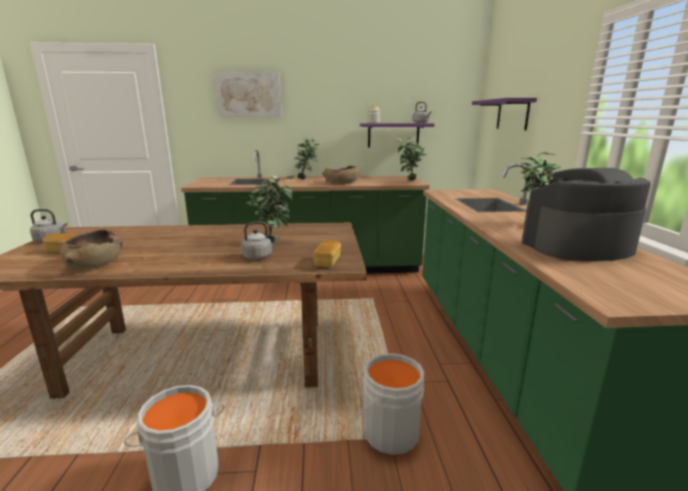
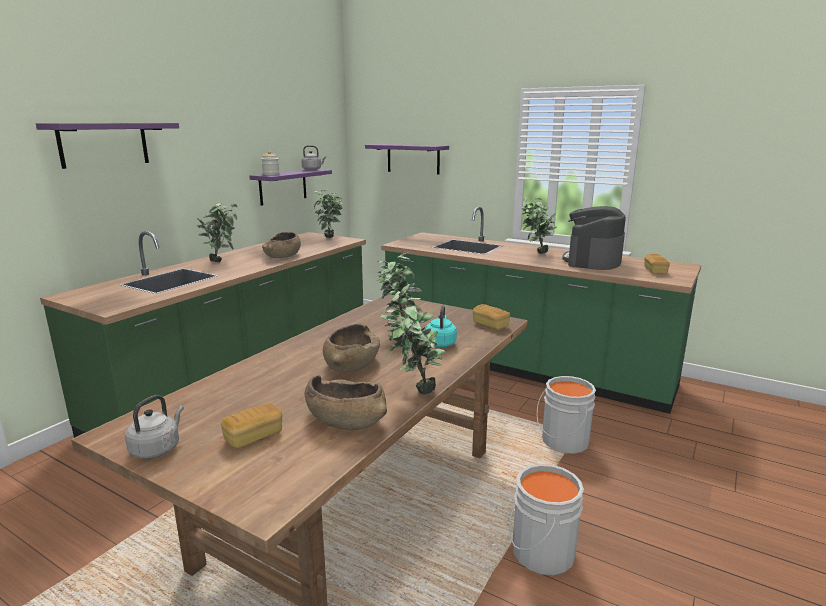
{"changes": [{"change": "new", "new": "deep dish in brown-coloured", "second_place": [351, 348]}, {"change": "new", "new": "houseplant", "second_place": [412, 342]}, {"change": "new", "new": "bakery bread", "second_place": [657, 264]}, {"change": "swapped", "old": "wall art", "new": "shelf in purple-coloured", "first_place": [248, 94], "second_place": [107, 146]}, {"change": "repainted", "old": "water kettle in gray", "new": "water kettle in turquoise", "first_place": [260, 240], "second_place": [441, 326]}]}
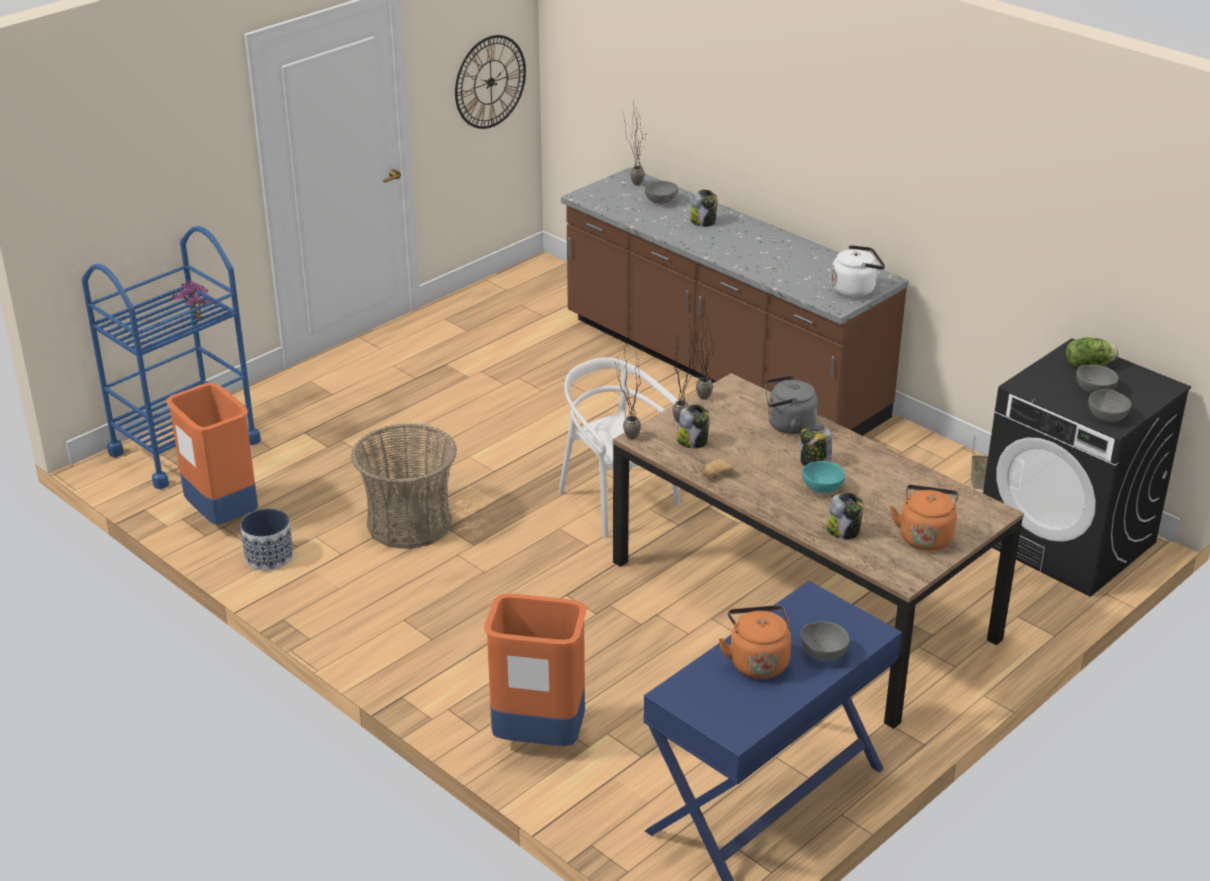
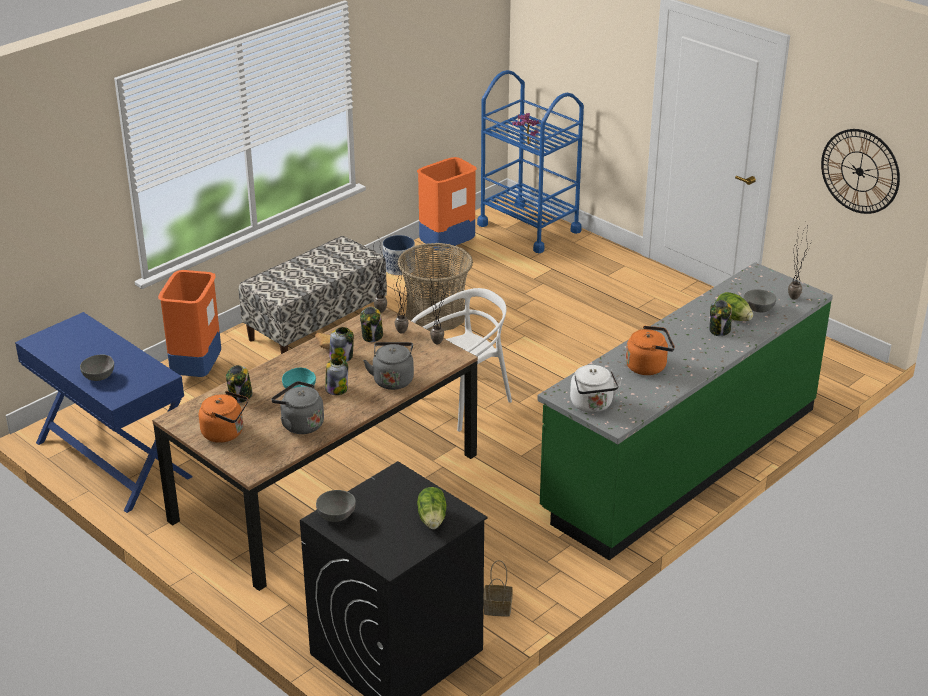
{"changes": [{"change": "gone", "old": "deep dish in gray", "first_place": [1097, 379]}, {"change": "new", "new": "bench", "second_place": [313, 295]}, {"change": "new", "new": "water kettle in gray", "second_place": [297, 407]}, {"change": "new", "new": "jar", "second_place": [341, 344]}, {"change": "new", "new": "head of lettuce", "second_place": [735, 306]}, {"change": "shifted", "old": "water kettle in orange-coloured", "first_place": [755, 642], "second_place": [650, 350]}, {"change": "repainted", "old": "kitchen counter in brown-coloured", "new": "kitchen counter in greenish", "first_place": [734, 301], "second_place": [685, 411]}]}
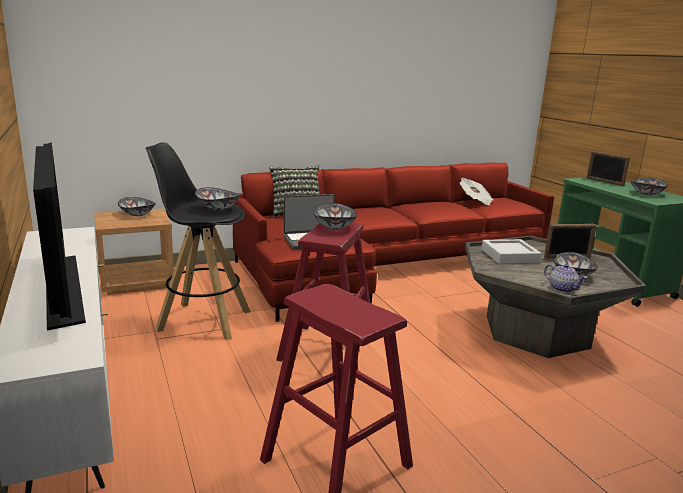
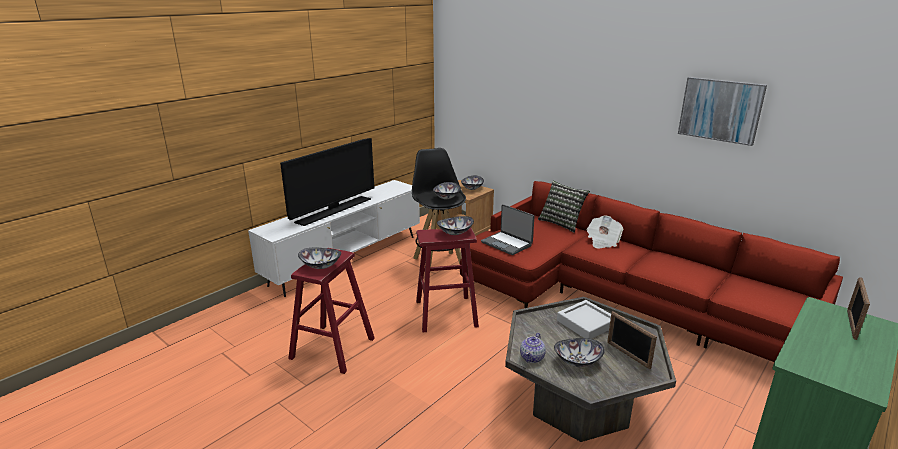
{"changes": [{"change": "new", "new": "wall art", "second_place": [722, 111]}, {"change": "shifted", "old": "newspaper", "first_place": [477, 192], "second_place": [605, 231]}, {"change": "shifted", "old": "deep dish", "first_place": [649, 186], "second_place": [319, 258]}]}
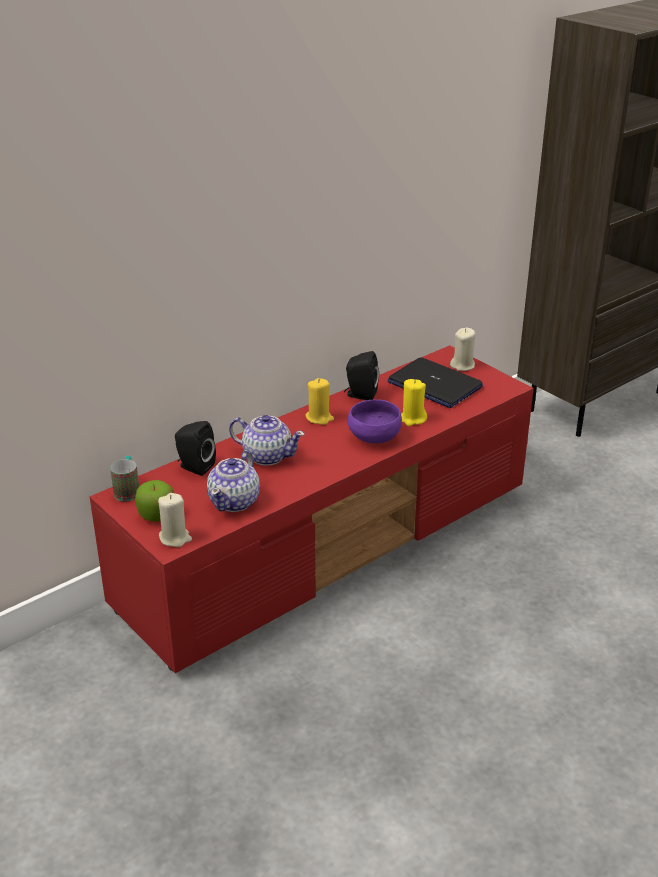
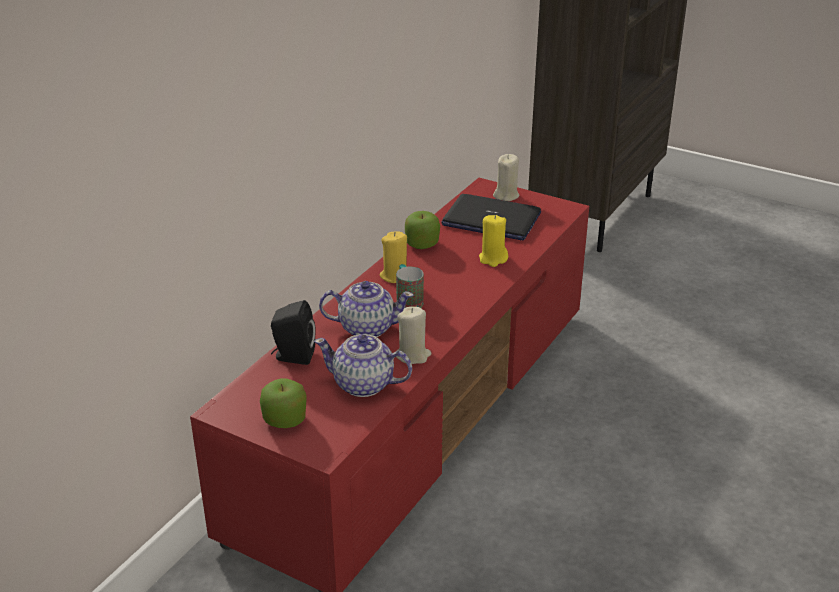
{"changes": [{"change": "gone", "old": "deep dish in purple-coloured", "first_place": [375, 421]}, {"change": "shifted", "old": "tea mug", "first_place": [124, 478], "second_place": [410, 286]}, {"change": "shifted", "old": "wax light in sand-coloured", "first_place": [175, 520], "second_place": [413, 335]}, {"change": "swapped", "old": "audio speaker in blackish", "new": "apple fruit", "first_place": [361, 375], "second_place": [422, 230]}, {"change": "rotated", "old": "teapot", "first_place": [233, 481], "second_place": [363, 365], "degrees": 105}]}
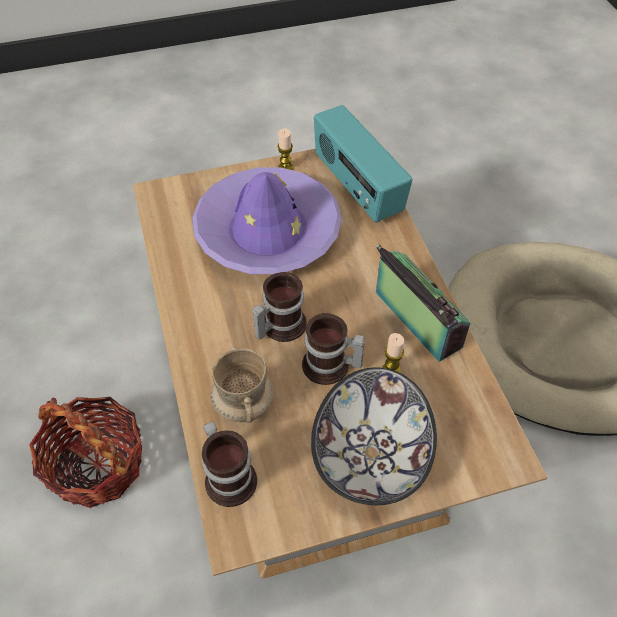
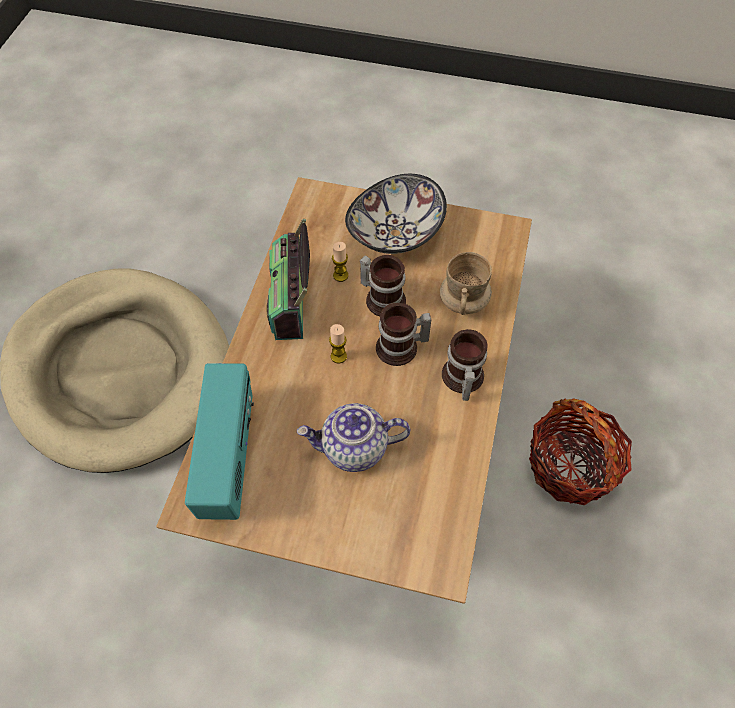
{"changes": [{"change": "shifted", "old": "tea mug", "first_place": [229, 464], "second_place": [465, 365]}, {"change": "shifted", "old": "wax light", "first_place": [285, 149], "second_place": [338, 343]}, {"change": "swapped", "old": "wearable hat in purple-coloured", "new": "teapot", "first_place": [267, 220], "second_place": [353, 437]}]}
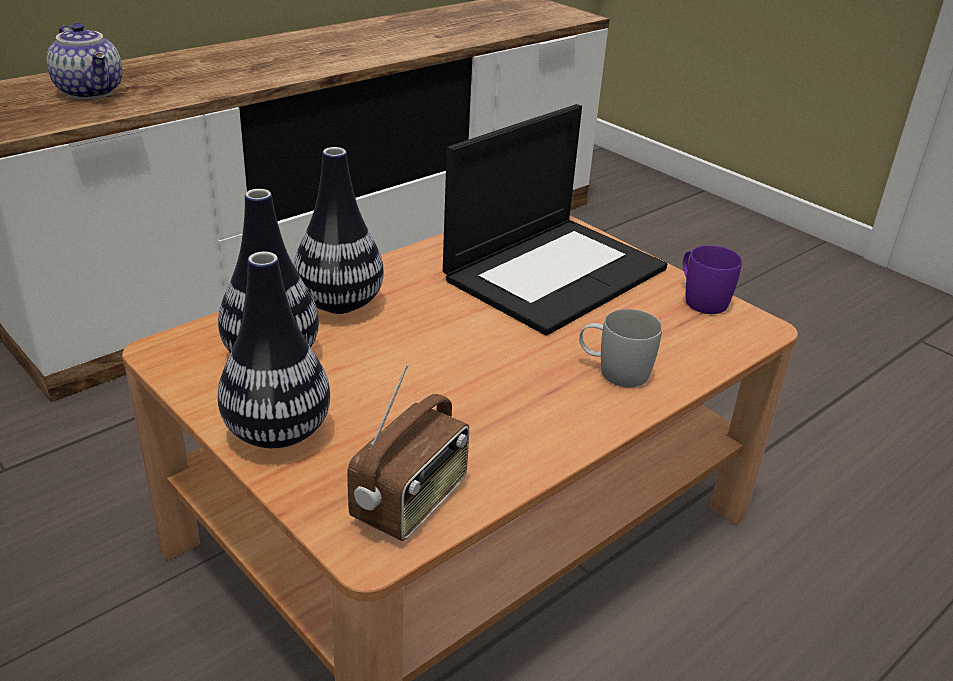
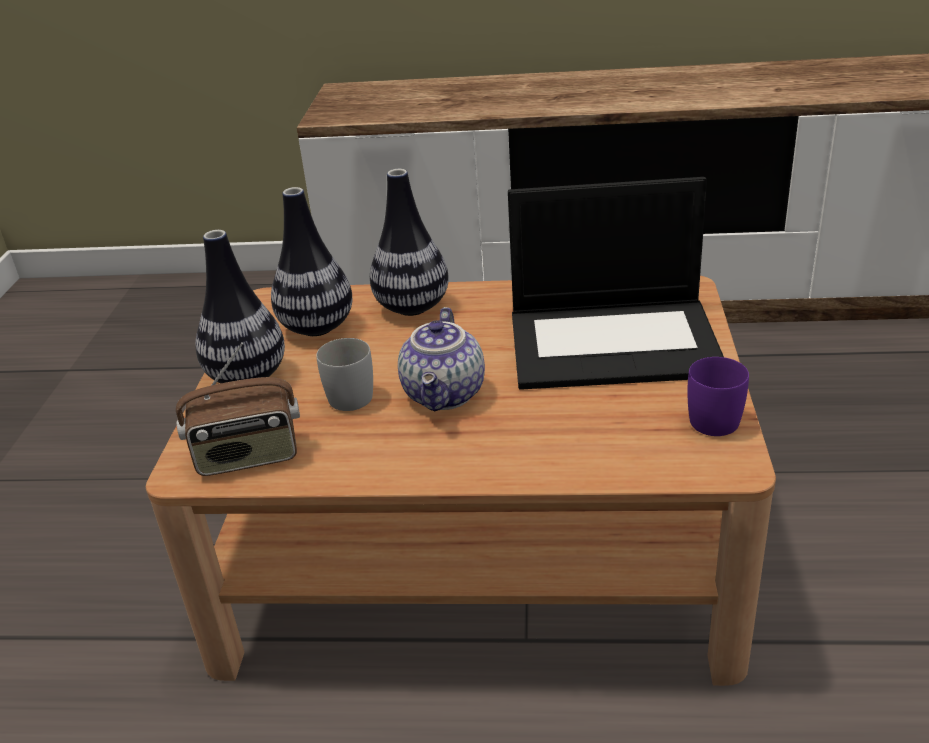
{"changes": [{"change": "shifted", "old": "teapot", "first_place": [84, 61], "second_place": [441, 359]}, {"change": "shifted", "old": "tea mug in white-coloured", "first_place": [620, 348], "second_place": [344, 374]}]}
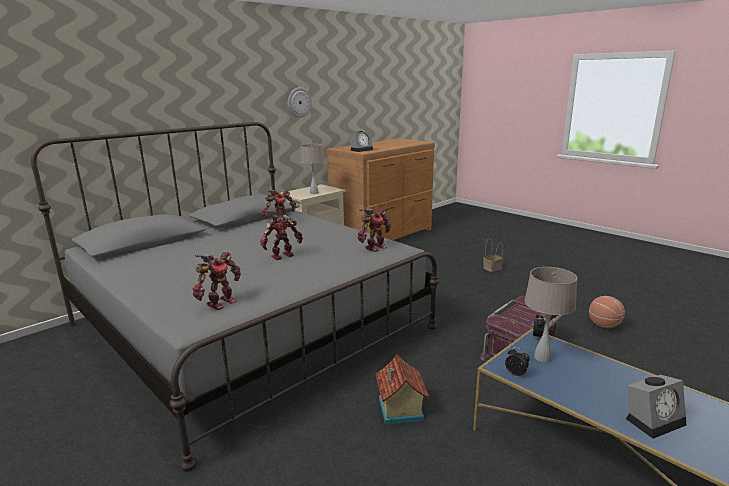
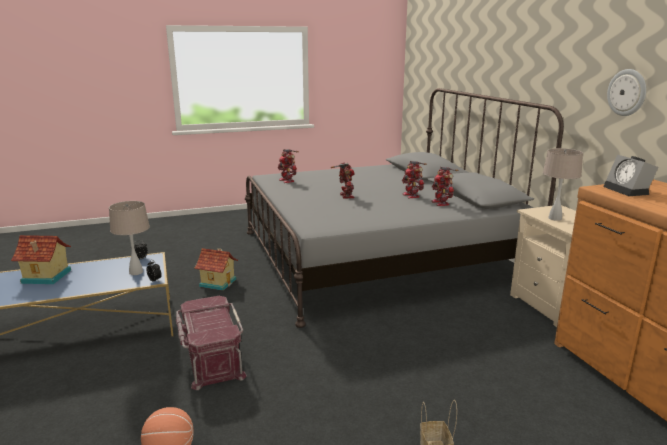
{"changes": [{"change": "shifted", "old": "model robot", "first_place": [374, 230], "second_place": [414, 179]}, {"change": "swapped", "old": "bedside clock", "new": "miniature house", "first_place": [656, 407], "second_place": [41, 259]}]}
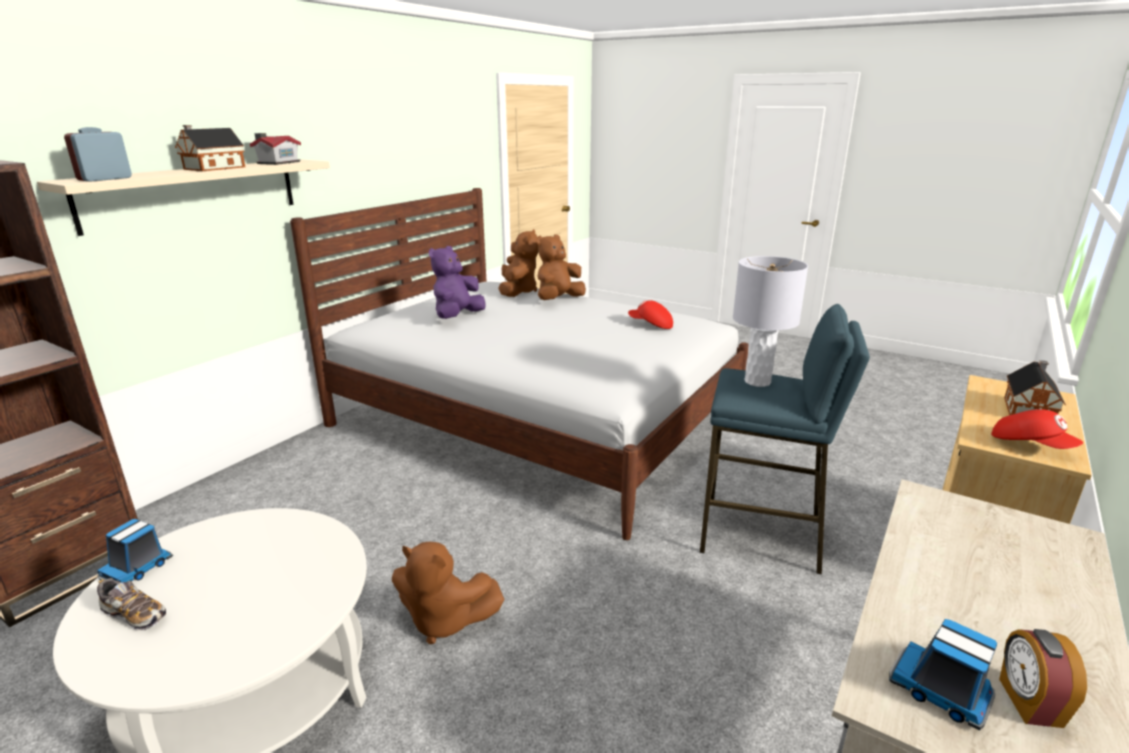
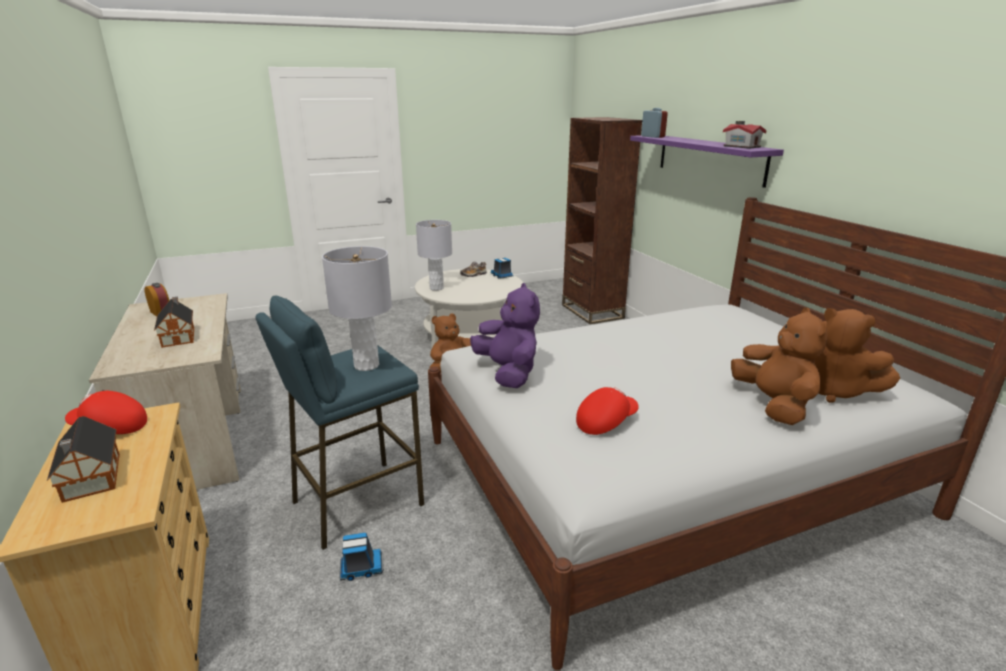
{"changes": [{"change": "new", "new": "tabletop lamp in gray", "second_place": [434, 255]}, {"change": "shifted", "old": "miniature house", "first_place": [210, 148], "second_place": [174, 322]}, {"change": "shifted", "old": "cuddly toy in purple-coloured", "first_place": [457, 282], "second_place": [505, 335]}, {"change": "shifted", "old": "toy lorry", "first_place": [943, 674], "second_place": [361, 557]}, {"change": "repainted", "old": "shelf in sand-coloured", "new": "shelf in purple-coloured", "first_place": [183, 197], "second_place": [707, 161]}]}
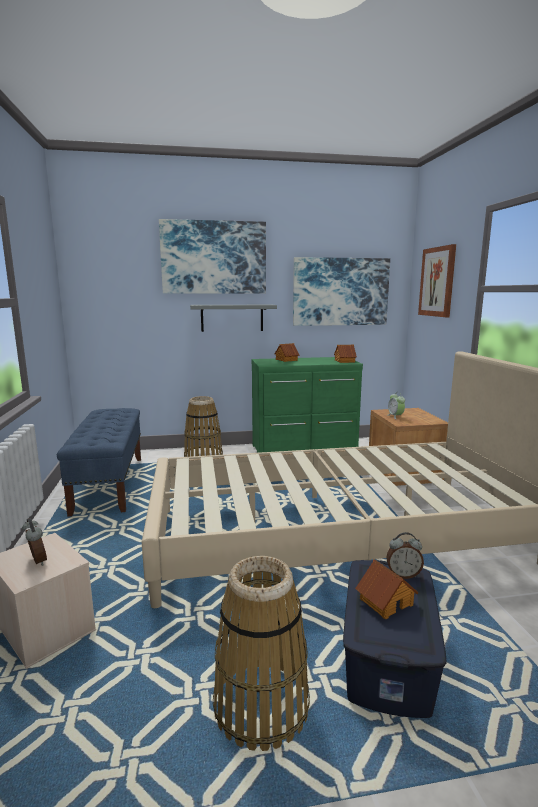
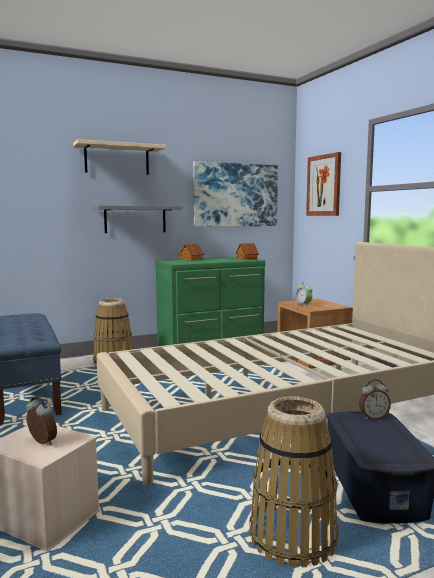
{"changes": [{"change": "gone", "old": "miniature house", "first_place": [387, 589]}, {"change": "swapped", "old": "wall art", "new": "shelf in sand-coloured", "first_place": [212, 256], "second_place": [119, 157]}]}
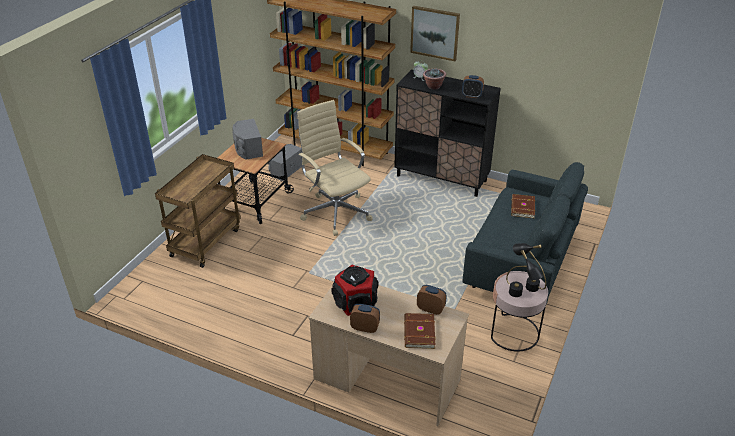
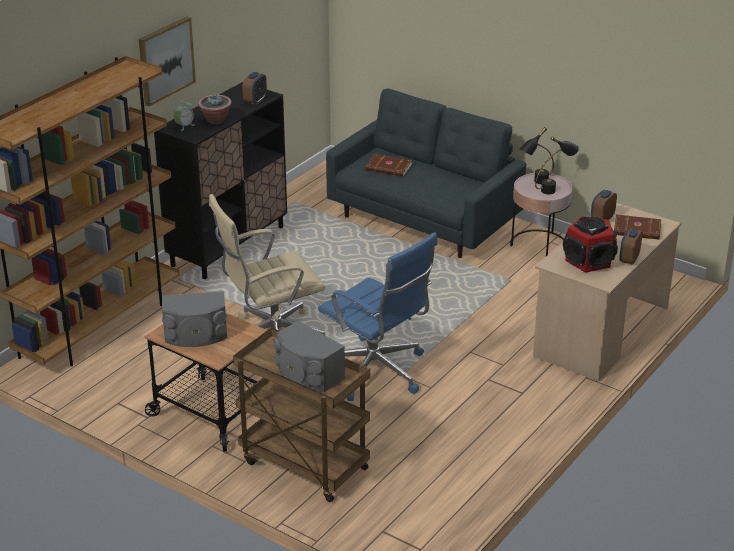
{"changes": [{"change": "new", "new": "office chair in blue-coloured", "second_place": [378, 316]}, {"change": "shifted", "old": "audio speaker in gray", "first_place": [285, 162], "second_place": [309, 356]}]}
